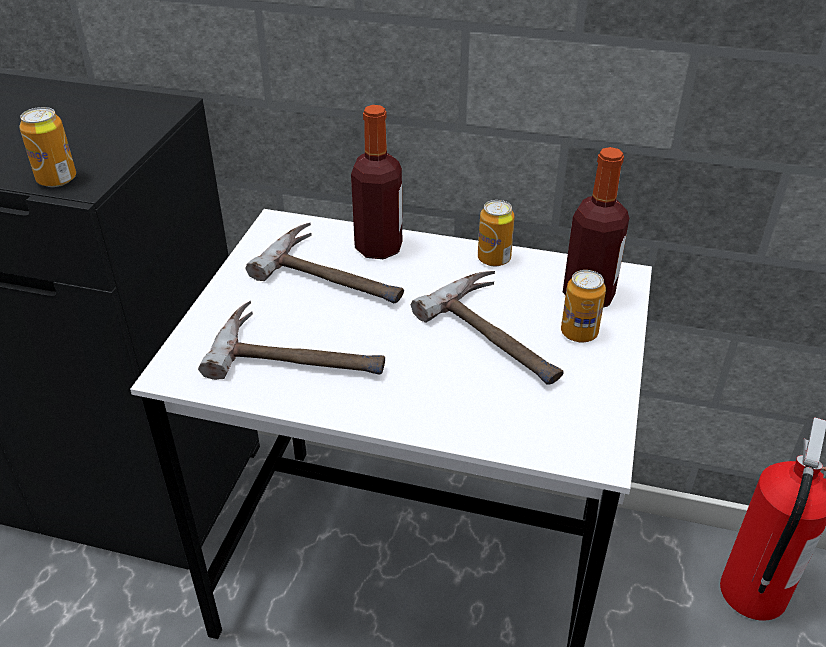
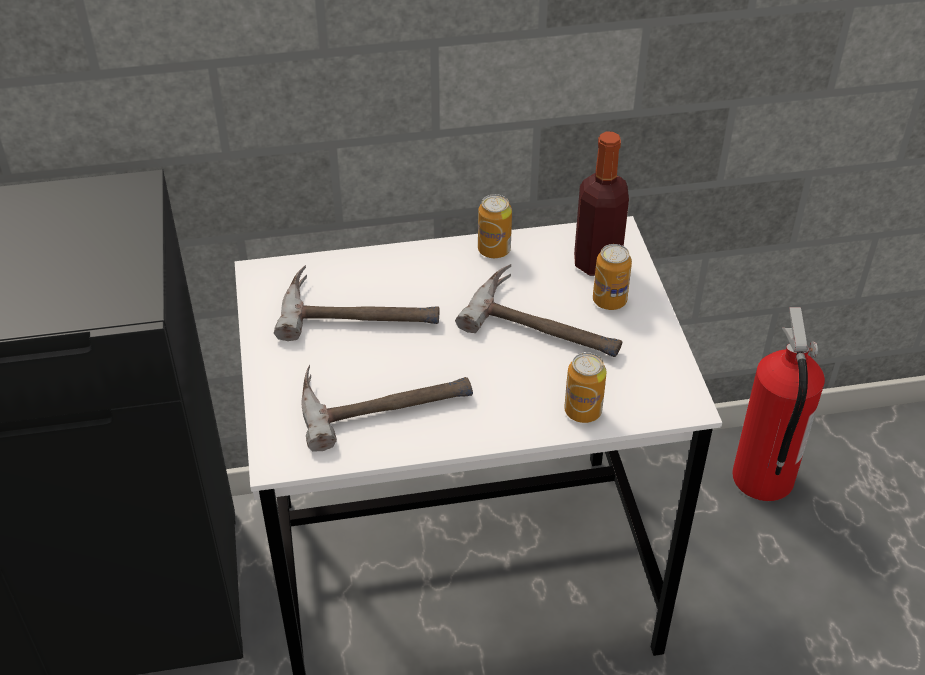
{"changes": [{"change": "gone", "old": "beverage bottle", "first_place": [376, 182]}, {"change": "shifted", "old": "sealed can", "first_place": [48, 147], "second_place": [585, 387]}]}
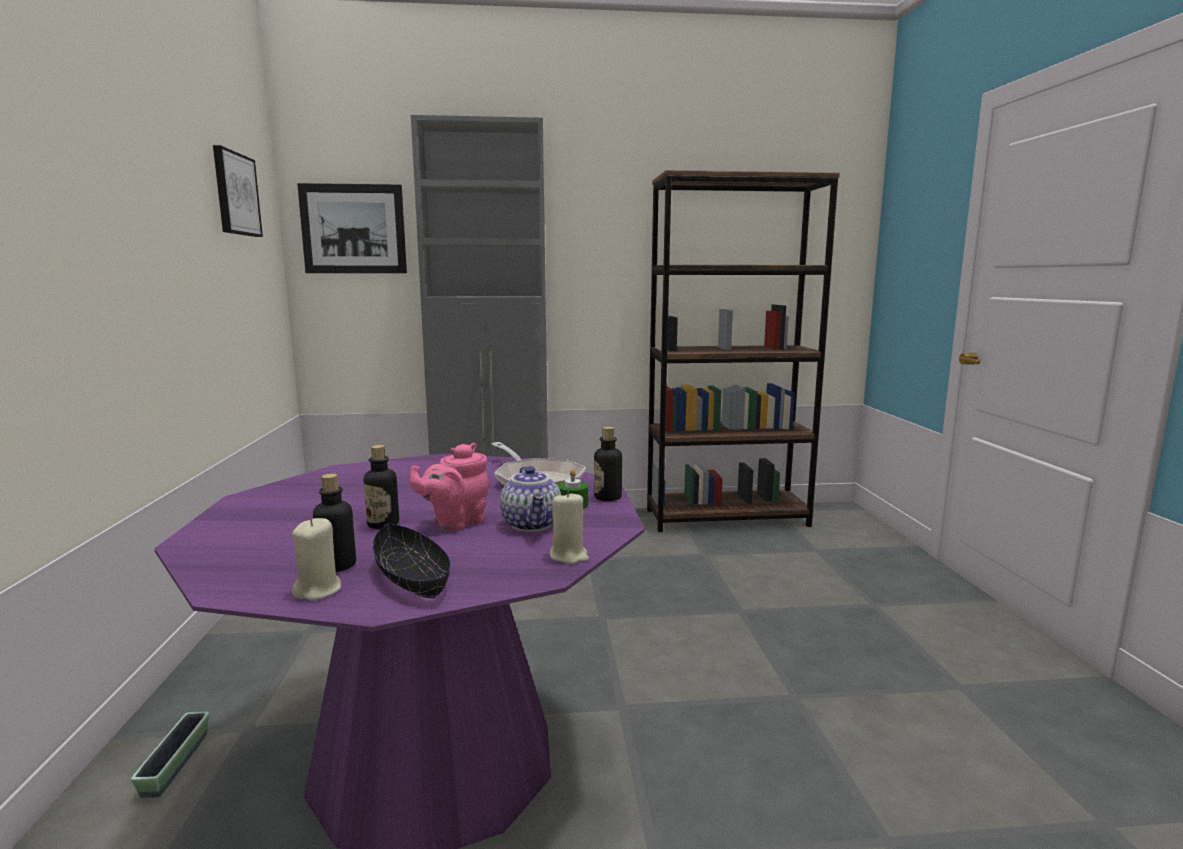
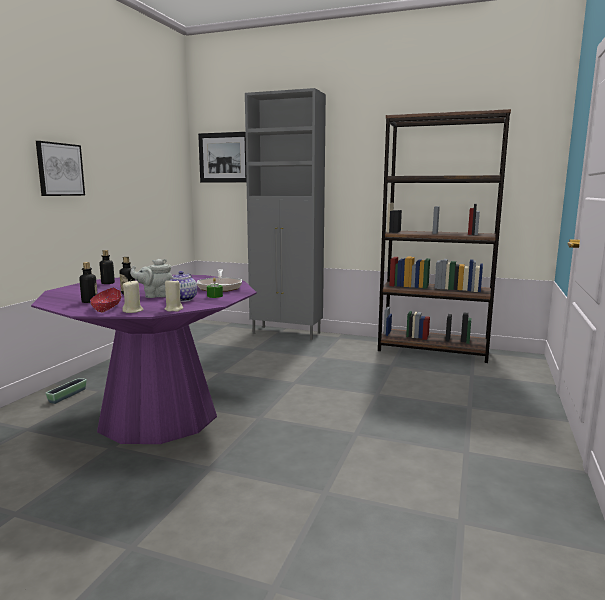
{"changes": [{"change": "shifted", "old": "wall art", "first_place": [238, 191], "second_place": [60, 168]}, {"change": "shifted", "old": "wax light in sand-coloured", "first_place": [316, 559], "second_place": [132, 296]}, {"change": "shifted", "old": "beverage bottle", "first_place": [608, 464], "second_place": [107, 267]}, {"change": "repainted", "old": "deep dish in blackish", "new": "deep dish in reddish", "first_place": [411, 561], "second_place": [106, 300]}, {"change": "repainted", "old": "teapot in pink-coloured", "new": "teapot in gray", "first_place": [449, 487], "second_place": [151, 278]}]}
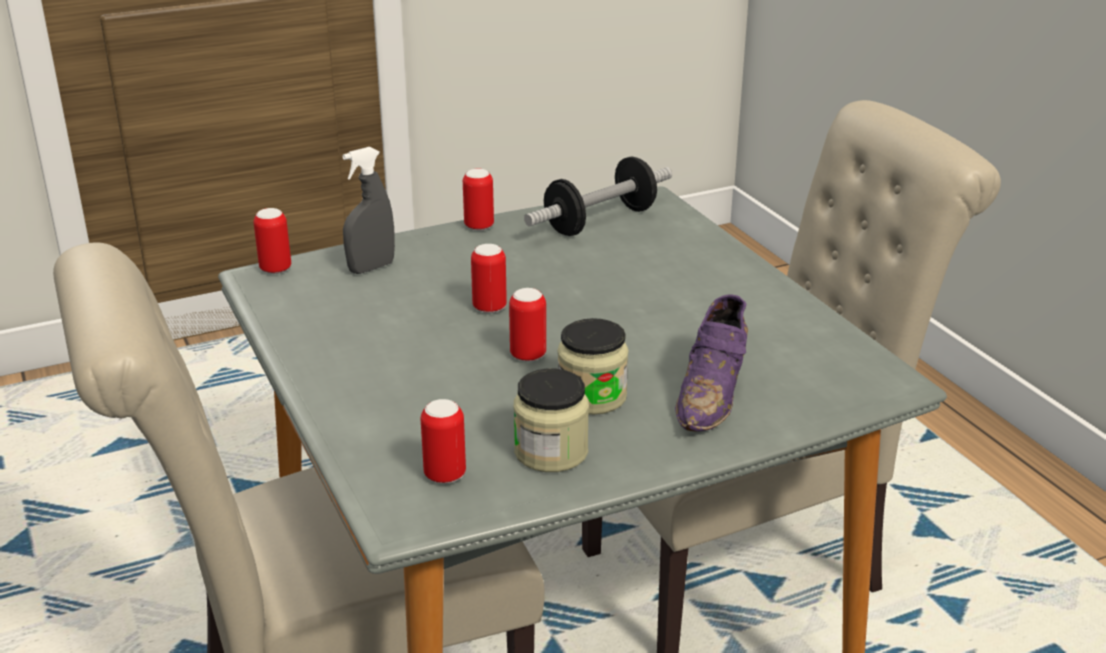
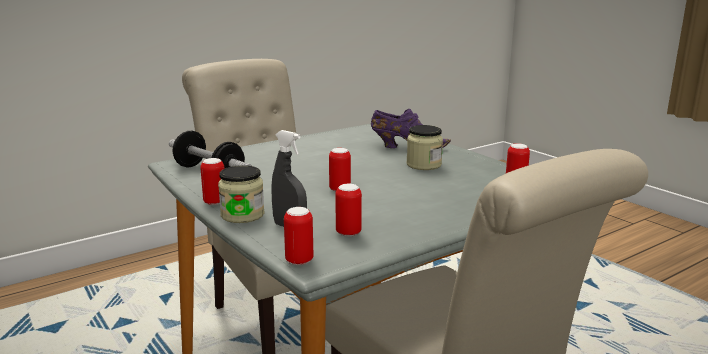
{"changes": [{"change": "shifted", "old": "sealed can", "first_place": [527, 325], "second_place": [348, 210]}, {"change": "shifted", "old": "jar", "first_place": [551, 420], "second_place": [241, 194]}]}
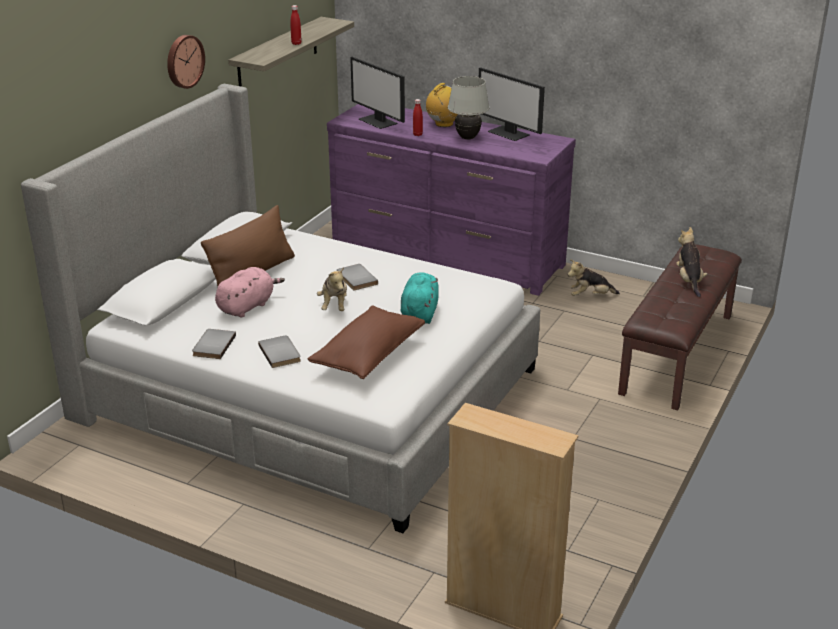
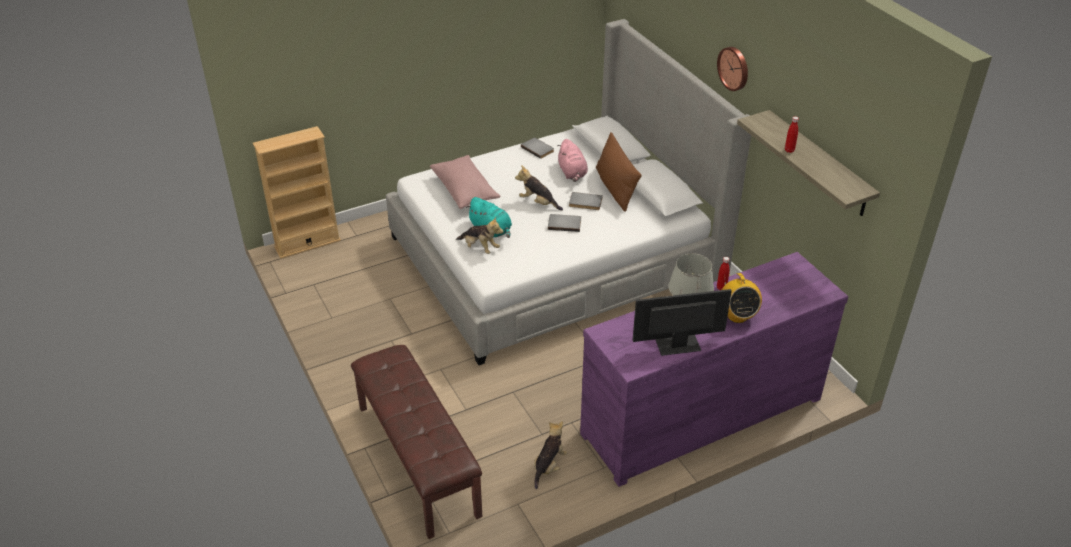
{"changes": [{"change": "gone", "old": "computer screen", "first_place": [377, 93]}, {"change": "shifted", "old": "book in gray", "first_place": [279, 351], "second_place": [586, 201]}, {"change": "shifted", "old": "cuddly toy", "first_place": [691, 262], "second_place": [479, 235]}, {"change": "repainted", "old": "throw pillow in brown-coloured", "new": "throw pillow in pink-coloured", "first_place": [366, 342], "second_place": [465, 182]}]}
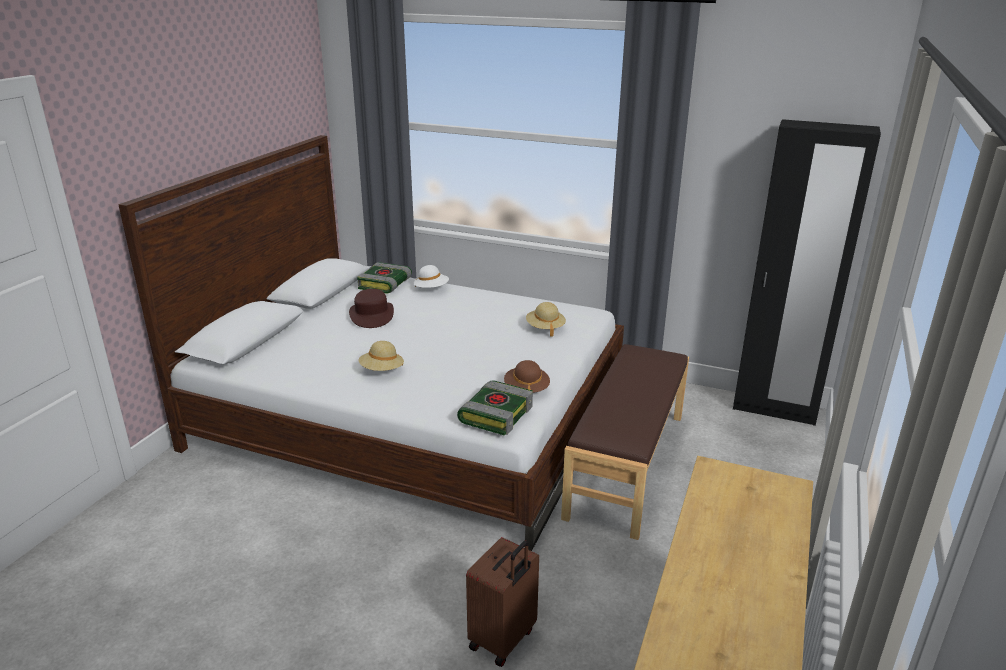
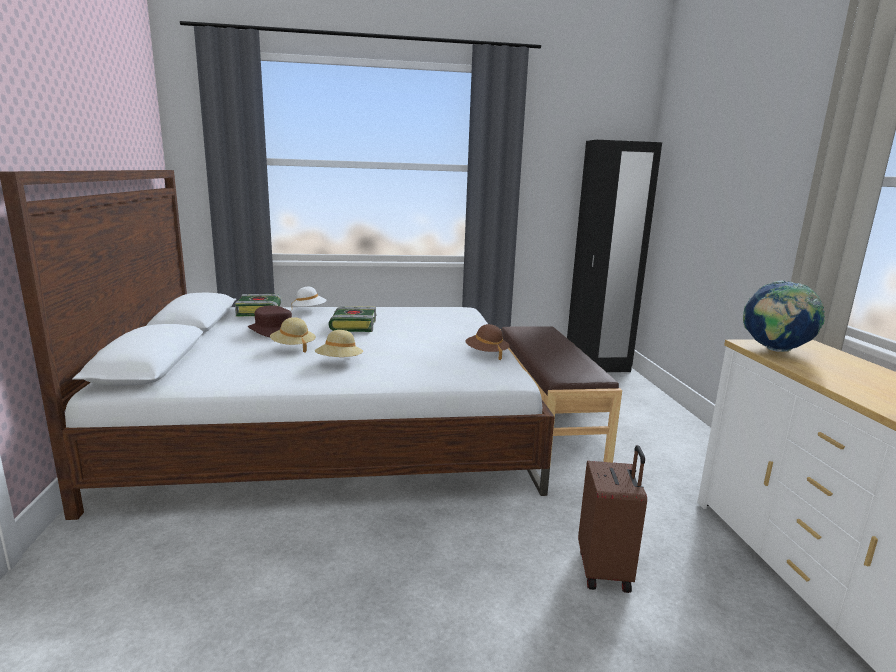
{"changes": [{"change": "new", "new": "desk globe", "second_place": [784, 316]}, {"change": "shifted", "old": "book", "first_place": [495, 408], "second_place": [352, 319]}, {"change": "shifted", "old": "wearable hat in sand-coloured", "first_place": [546, 319], "second_place": [293, 335]}]}
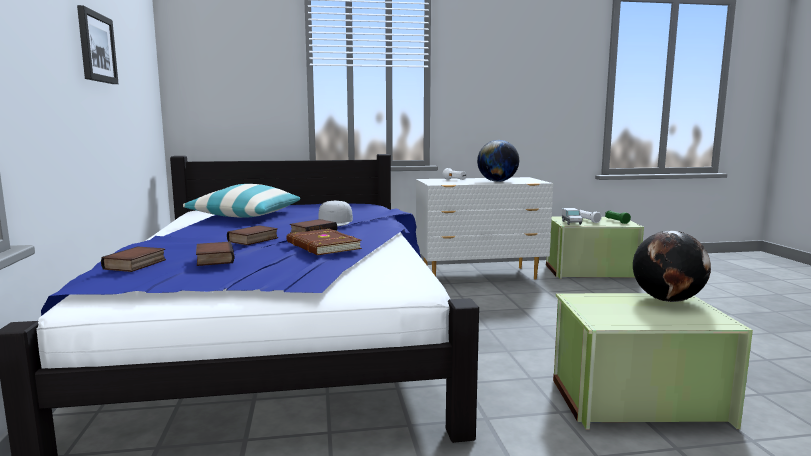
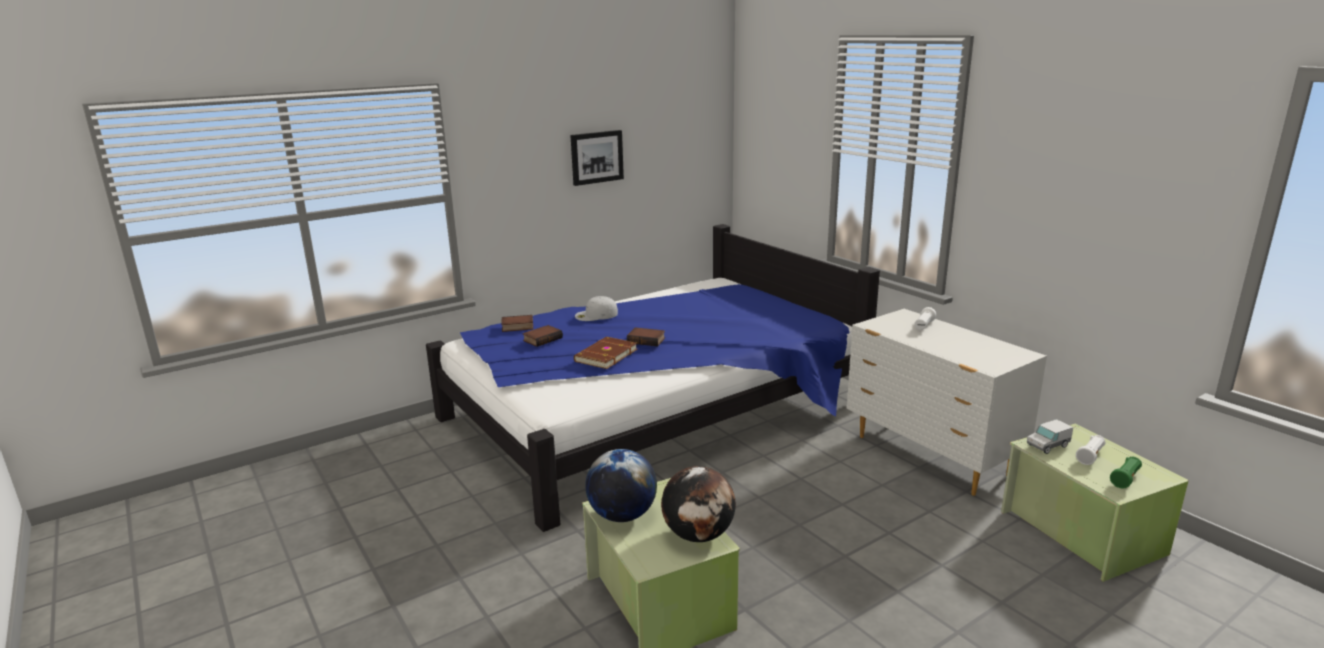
{"changes": [{"change": "gone", "old": "throw pillow", "first_place": [241, 201]}, {"change": "gone", "old": "book", "first_place": [252, 235]}, {"change": "shifted", "old": "baseball cap in white-coloured", "first_place": [335, 213], "second_place": [596, 308]}, {"change": "shifted", "old": "desk globe", "first_place": [498, 161], "second_place": [621, 485]}]}
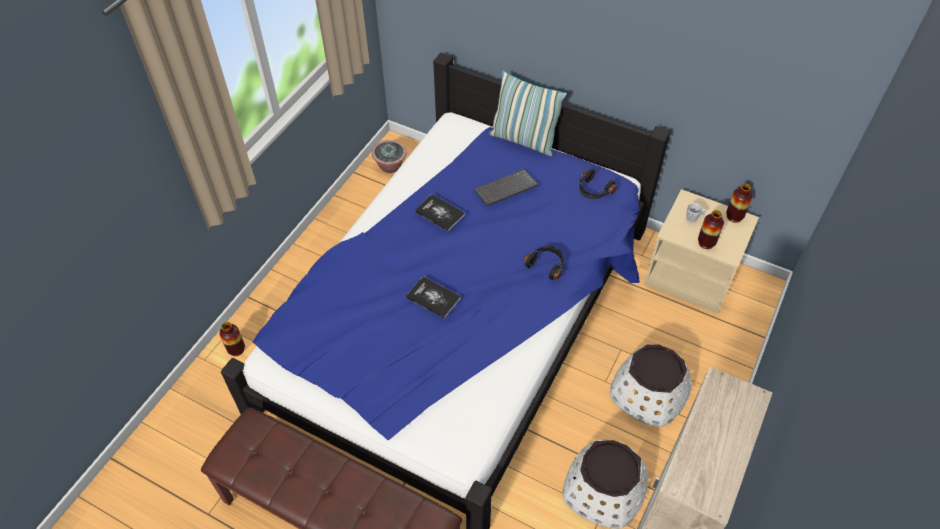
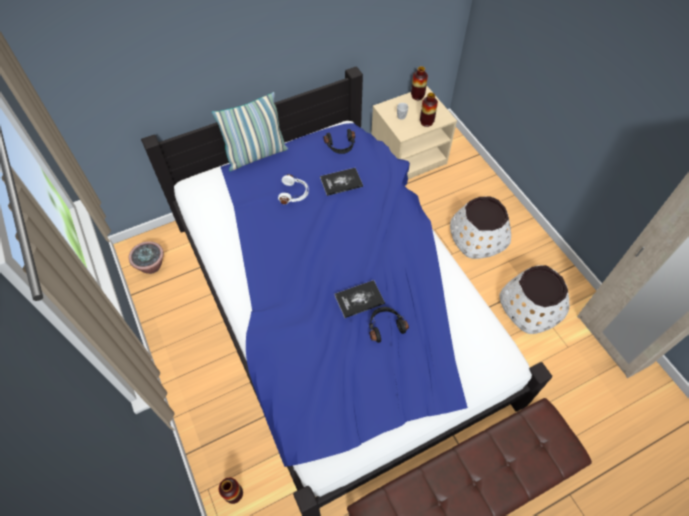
{"changes": [{"change": "shifted", "old": "book", "first_place": [440, 213], "second_place": [341, 182]}, {"change": "shifted", "old": "pair of headphones in blackish", "first_place": [544, 263], "second_place": [389, 325]}, {"change": "swapped", "old": "computer keyboard", "new": "pair of headphones in white-coloured", "first_place": [506, 187], "second_place": [293, 189]}]}
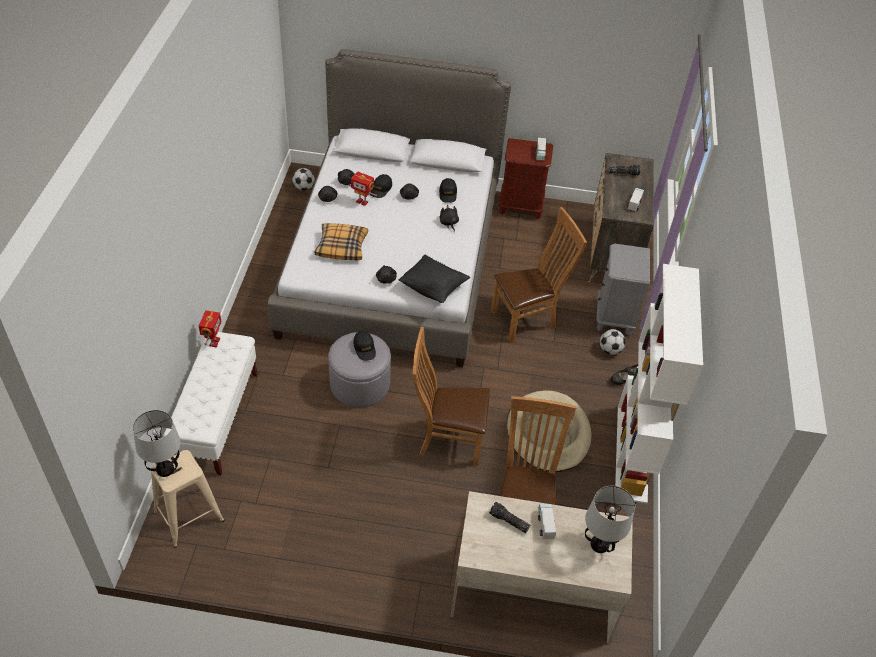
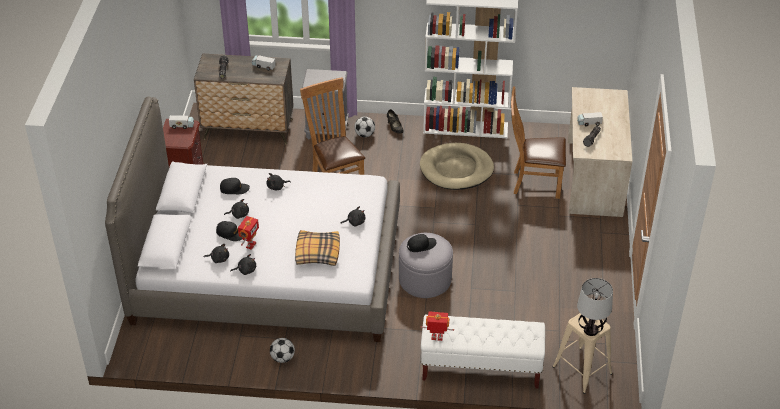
{"changes": [{"change": "gone", "old": "throw pillow in blackish", "first_place": [434, 279]}, {"change": "gone", "old": "plain chair in brown-coloured", "first_place": [451, 396]}, {"change": "gone", "old": "tabletop lamp", "first_place": [610, 519]}, {"change": "shifted", "old": "ball for football", "first_place": [303, 179], "second_place": [282, 350]}]}
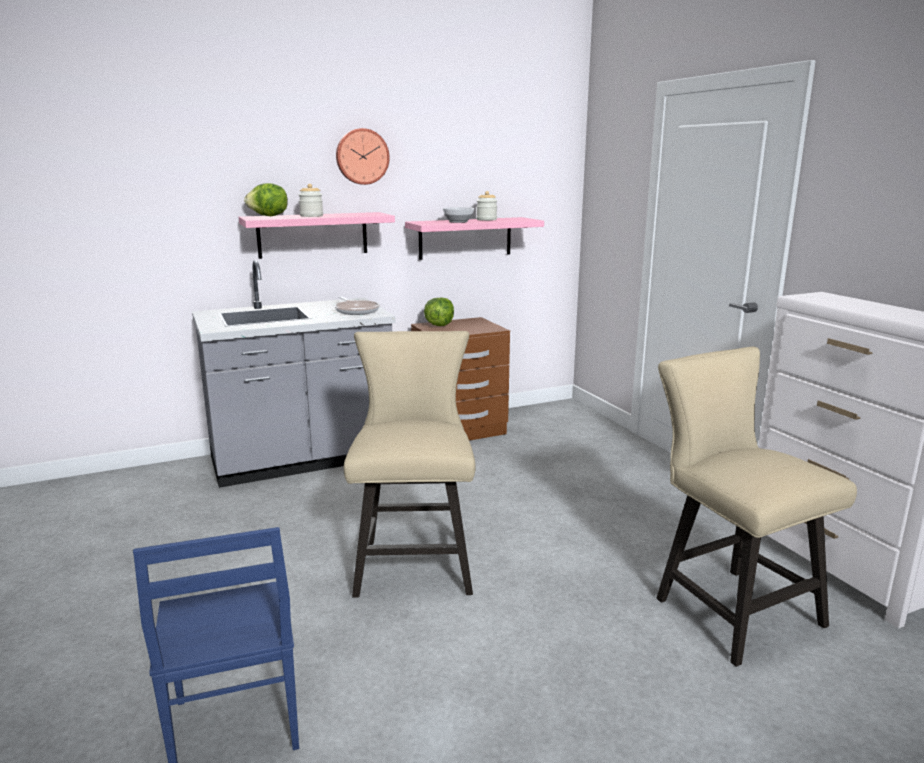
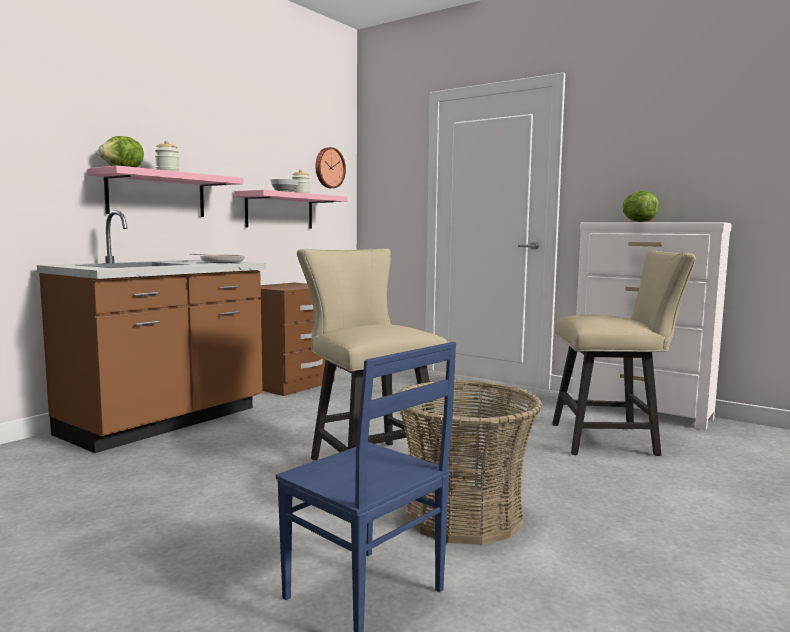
{"changes": [{"change": "new", "new": "storage basket", "second_place": [470, 462]}, {"change": "shifted", "old": "clock on the wall", "first_place": [363, 156], "second_place": [330, 167]}, {"change": "shifted", "old": "head of lettuce", "first_place": [439, 311], "second_place": [640, 206]}, {"change": "repainted", "old": "kitchen counter in gray", "new": "kitchen counter in brown-coloured", "first_place": [294, 374], "second_place": [151, 332]}, {"change": "rotated", "old": "plain chair in sand-coloured", "first_place": [756, 507], "second_place": [624, 353], "degrees": 150}]}
